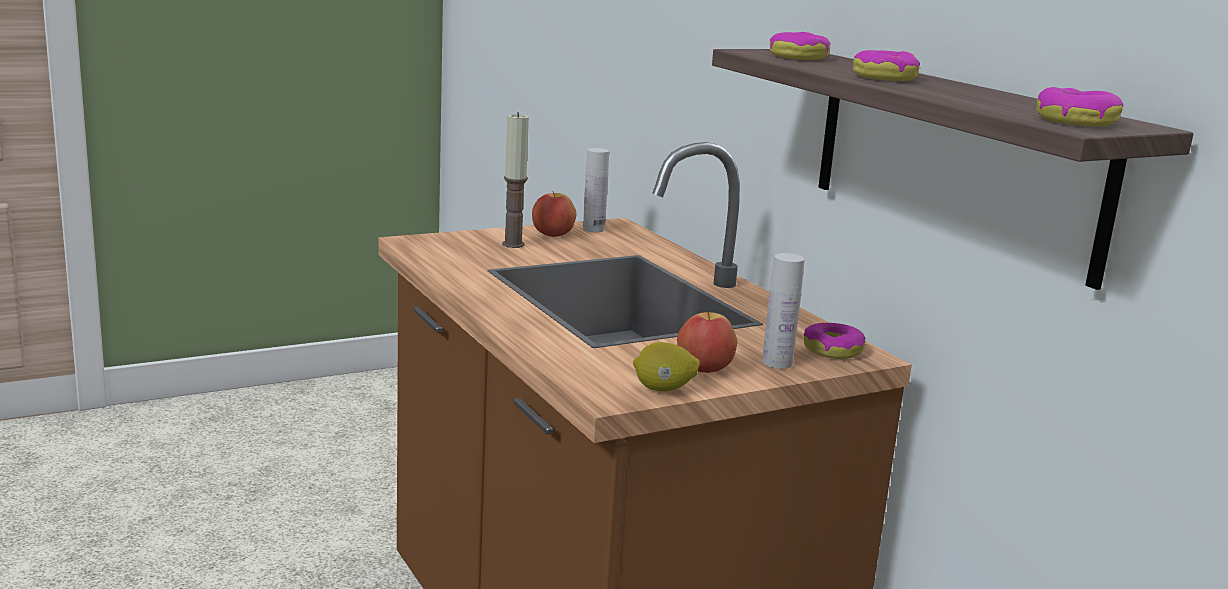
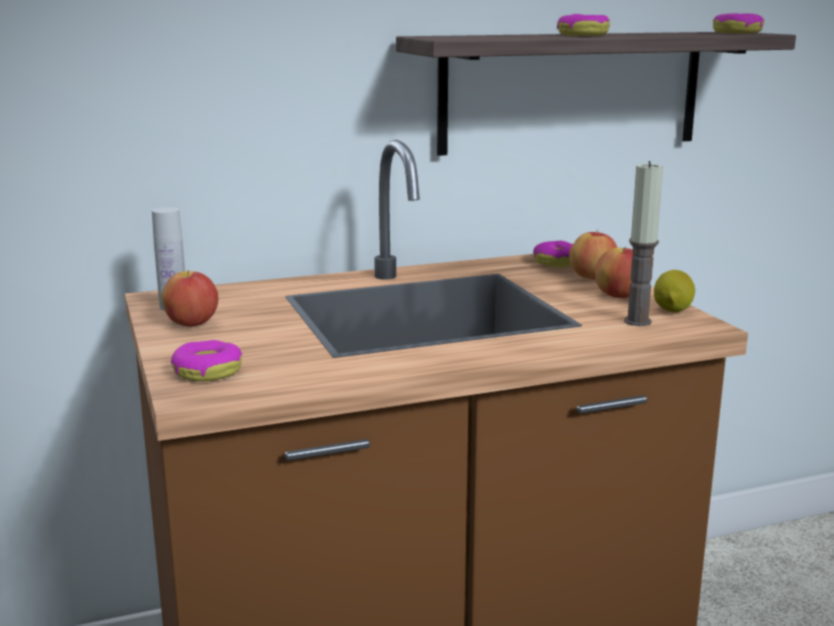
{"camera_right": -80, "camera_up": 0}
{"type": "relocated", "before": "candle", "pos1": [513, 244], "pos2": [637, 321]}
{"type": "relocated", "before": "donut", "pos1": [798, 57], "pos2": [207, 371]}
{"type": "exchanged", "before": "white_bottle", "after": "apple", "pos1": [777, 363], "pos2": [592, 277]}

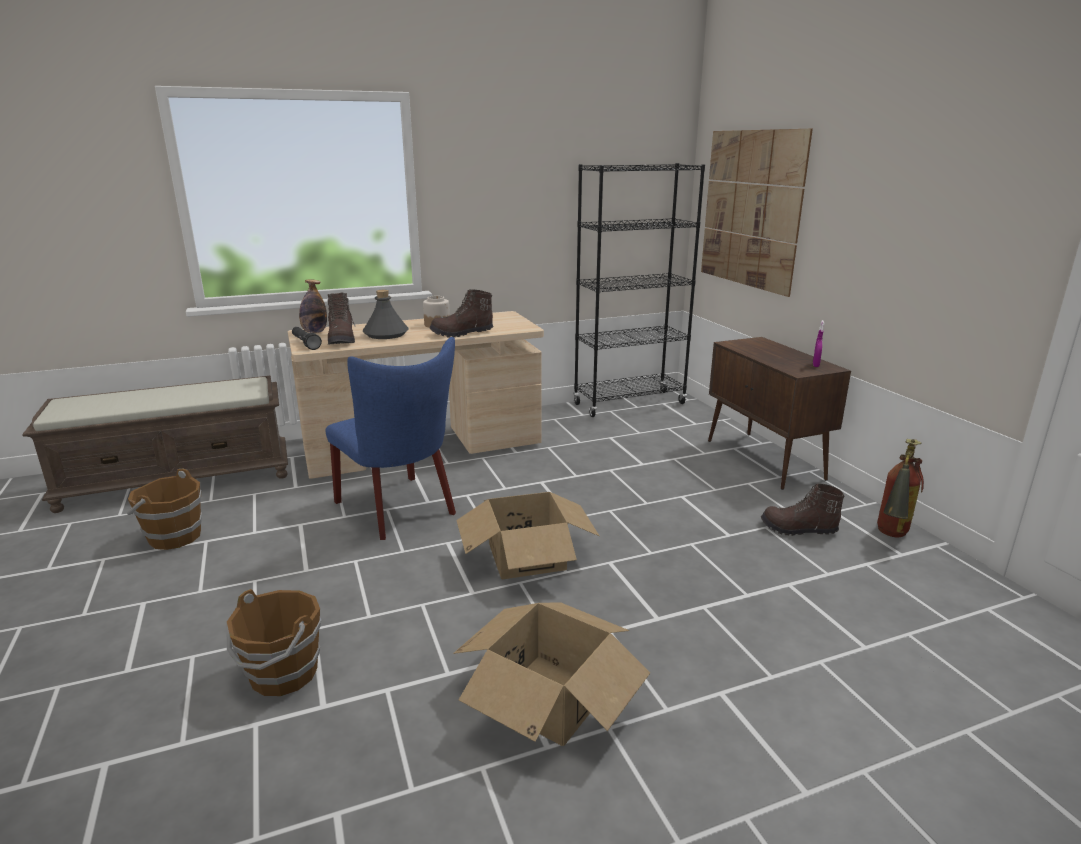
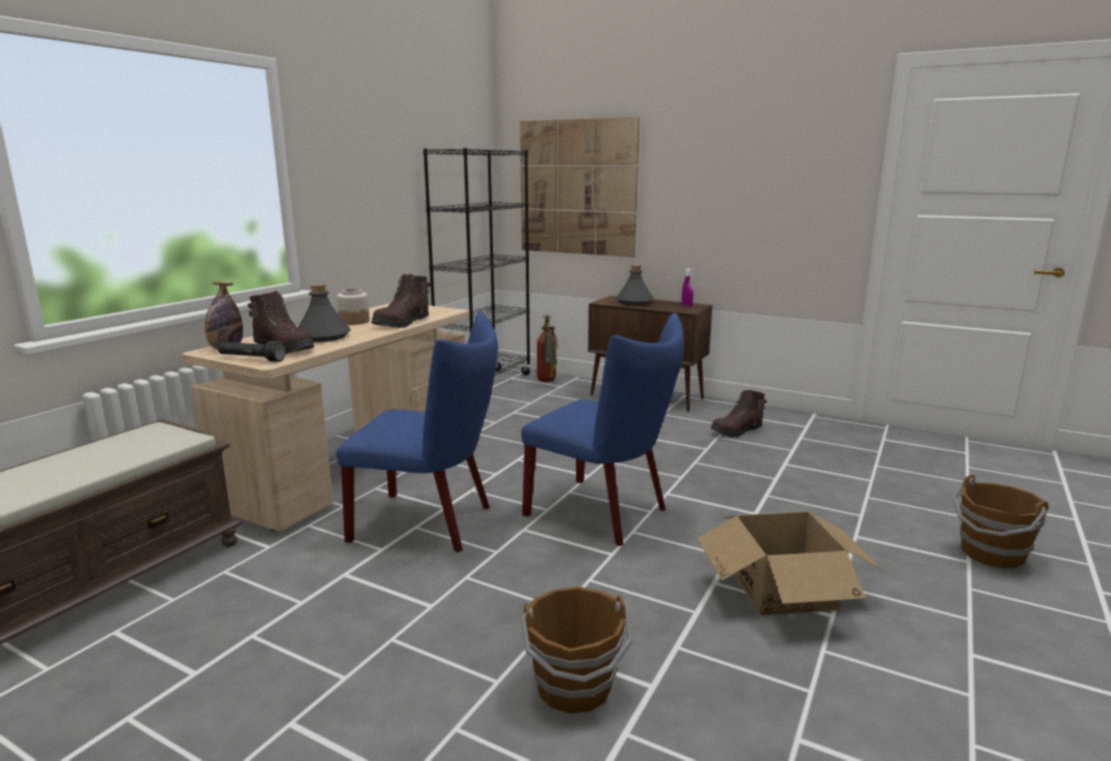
{"camera_right": -40, "camera_up": -5}
{"type": "appeared", "after": "grey_bottle", "pos2": [634, 302]}
{"type": "relocated", "before": "brown_bucket", "pos1": [173, 537], "pos2": [991, 554]}
{"type": "relocated", "before": "fire_extinguisher", "pos1": [890, 537], "pos2": [547, 382]}
{"type": "exchanged", "before": "cardboard_box", "after": "blue_chair", "pos1": [526, 556], "pos2": [604, 513]}

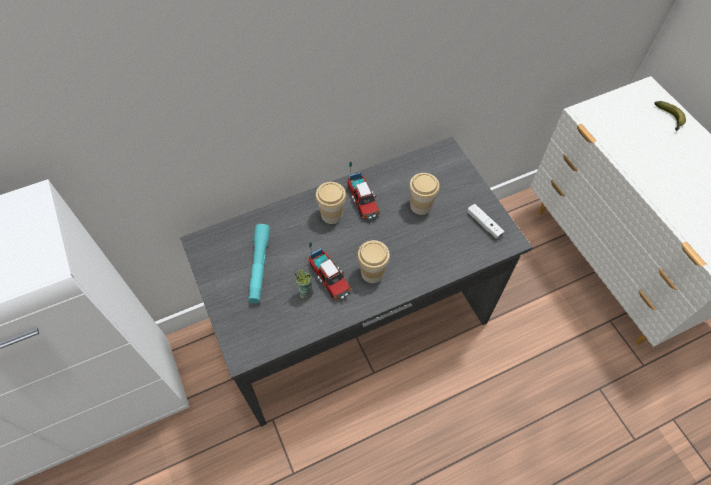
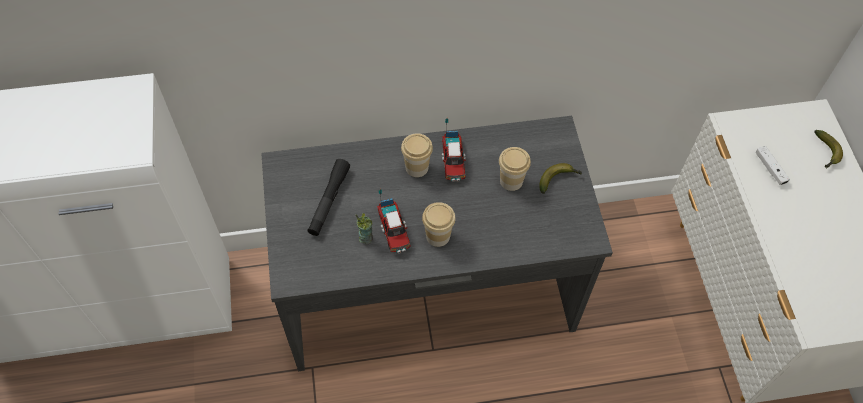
{"camera_right": 15, "camera_up": 0}
{"type": "appeared", "after": "banana", "pos2": [558, 179]}
{"type": "relocated", "before": "white_game_controller", "pos1": [484, 224], "pos2": [770, 168]}
{"type": "colour", "before": "turquoise_flashlight", "after": "black_flashlight", "pos1": [259, 266], "pos2": [329, 201]}

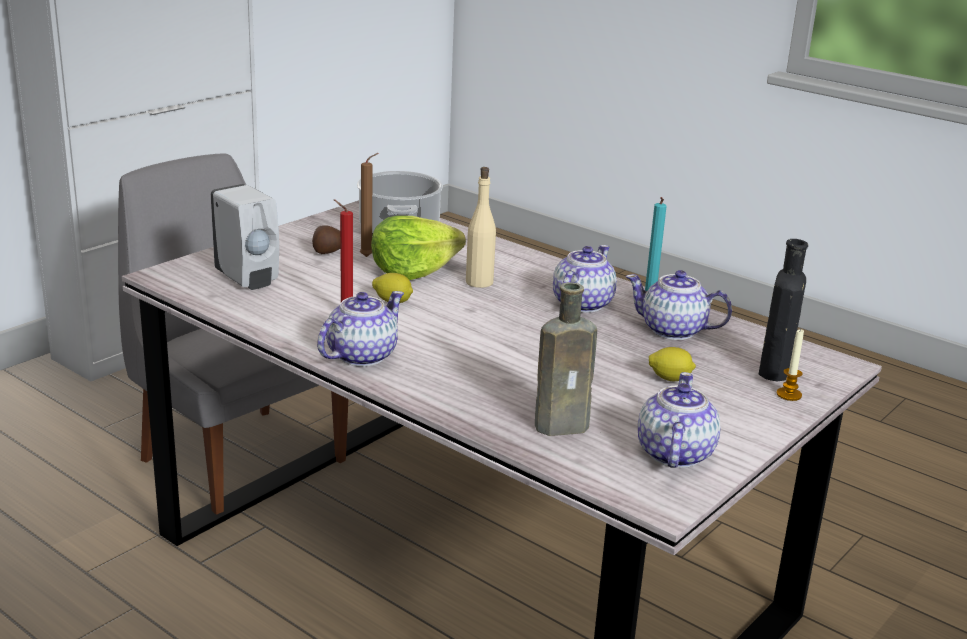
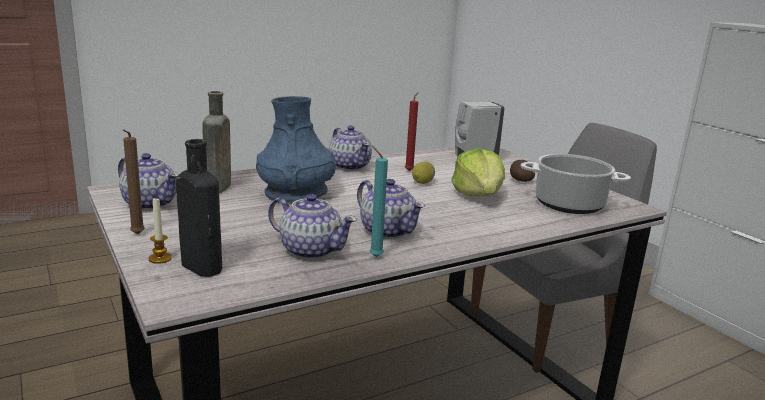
{"camera_right": 110, "camera_up": -5}
{"type": "missing", "before": "beige_bottle", "pos1": [479, 282]}
{"type": "missing", "before": "lemon", "pos1": [670, 379]}
{"type": "appeared", "after": "blue_vase", "pos2": [296, 193]}
{"type": "relocated", "before": "brown_candle", "pos1": [368, 256], "pos2": [136, 235]}
{"type": "spun", "before": "teapot", "pos1": [674, 331], "pos2": [310, 250], "turn": 75}

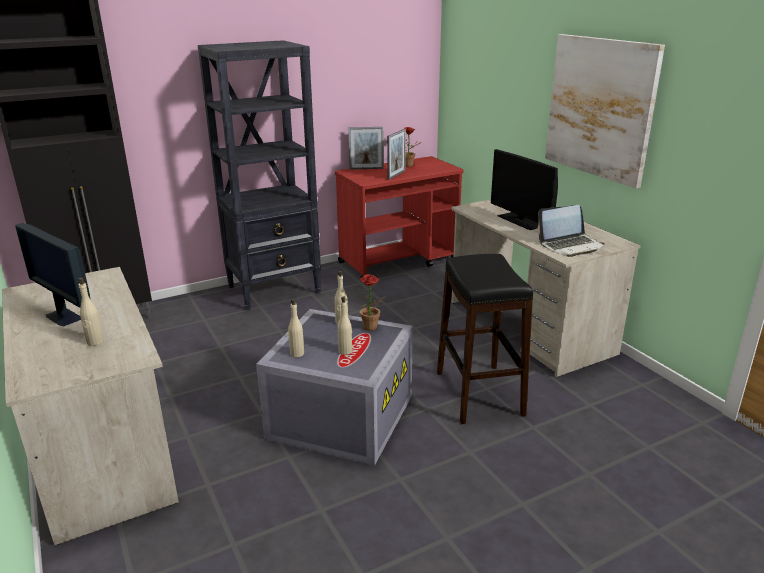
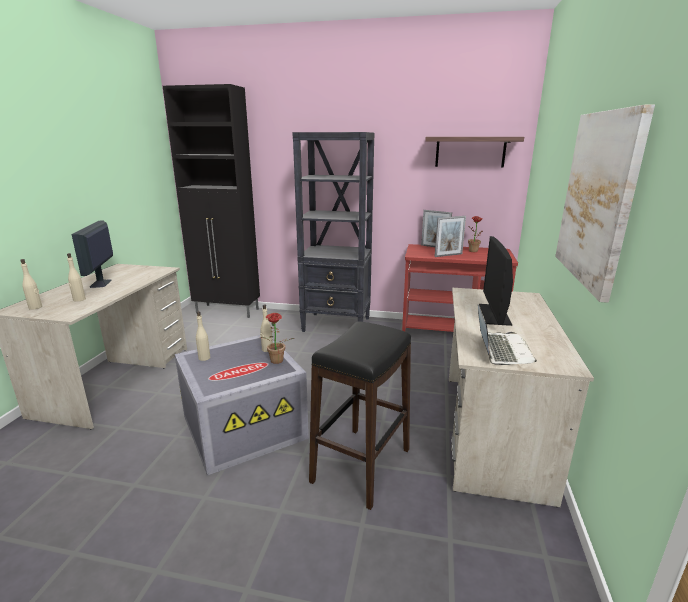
{"camera_right": 40, "camera_up": -5}
{"type": "appeared", "after": "shelf", "pos2": [470, 152]}
{"type": "relocated", "before": "beige_bottle", "pos1": [345, 351], "pos2": [35, 307]}
{"type": "spun", "before": "laptop", "pos1": [570, 246], "pos2": [501, 350], "turn": -105}

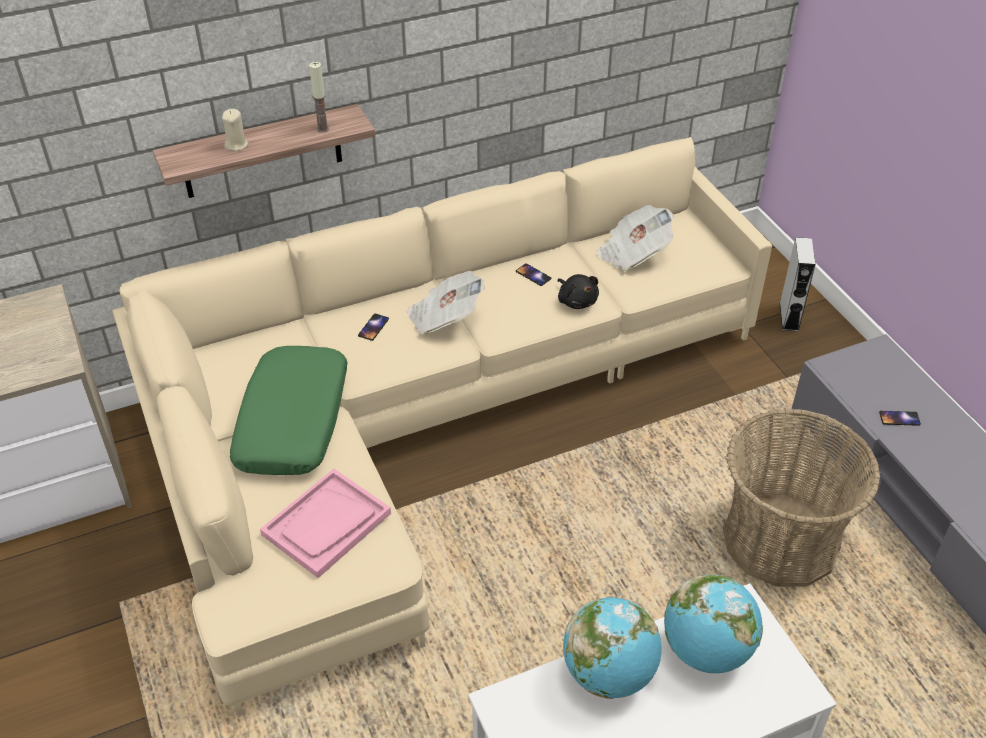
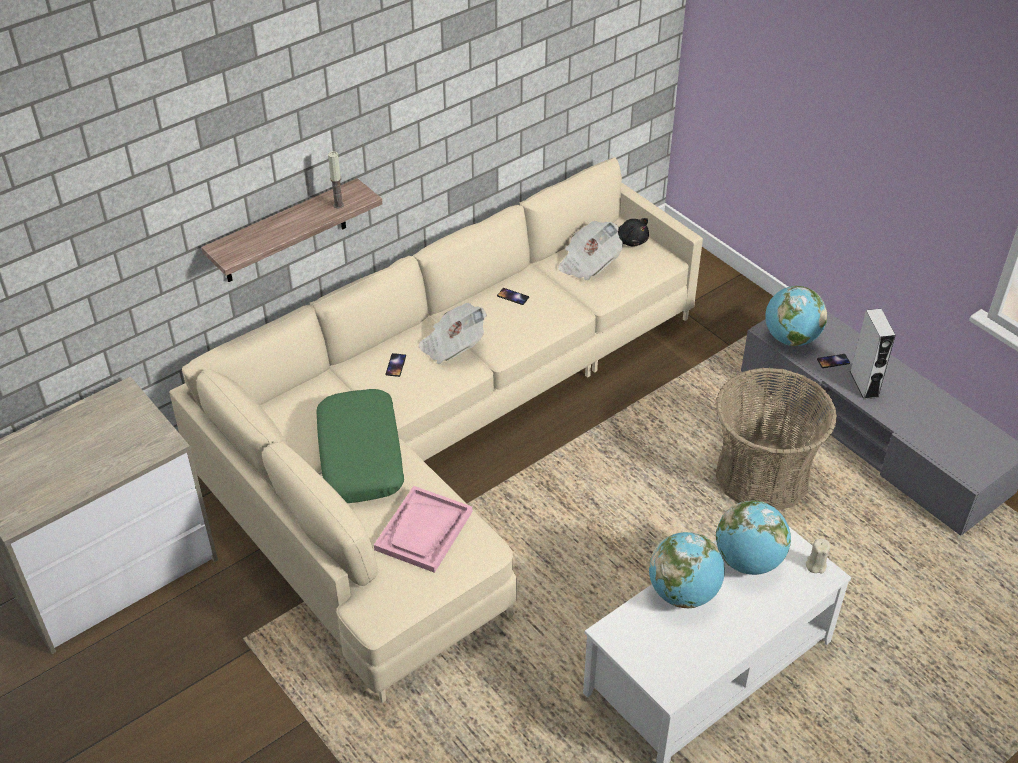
{"camera_right": -15, "camera_up": 0}
{"type": "appeared", "after": "globe", "pos2": [790, 338]}
{"type": "relocated", "before": "beige_candle", "pos1": [236, 145], "pos2": [815, 565]}
{"type": "relocated", "before": "black_plush_toy", "pos1": [576, 301], "pos2": [631, 240]}
{"type": "relocated", "before": "grey_speaker", "pos1": [789, 316], "pos2": [864, 384]}

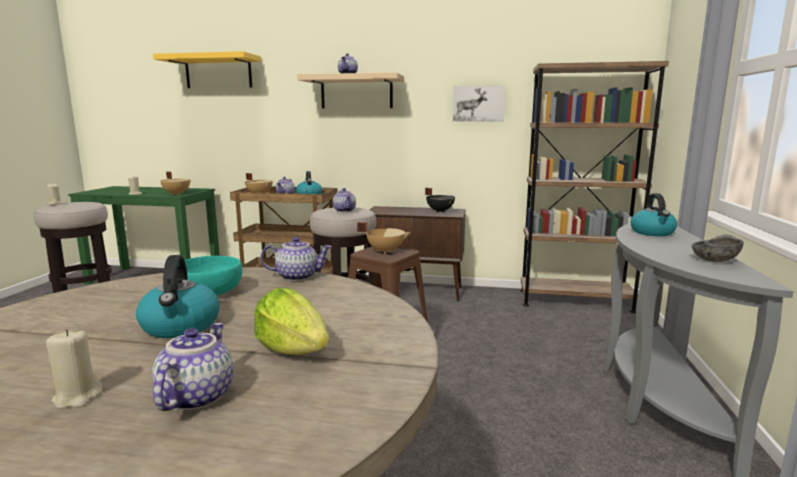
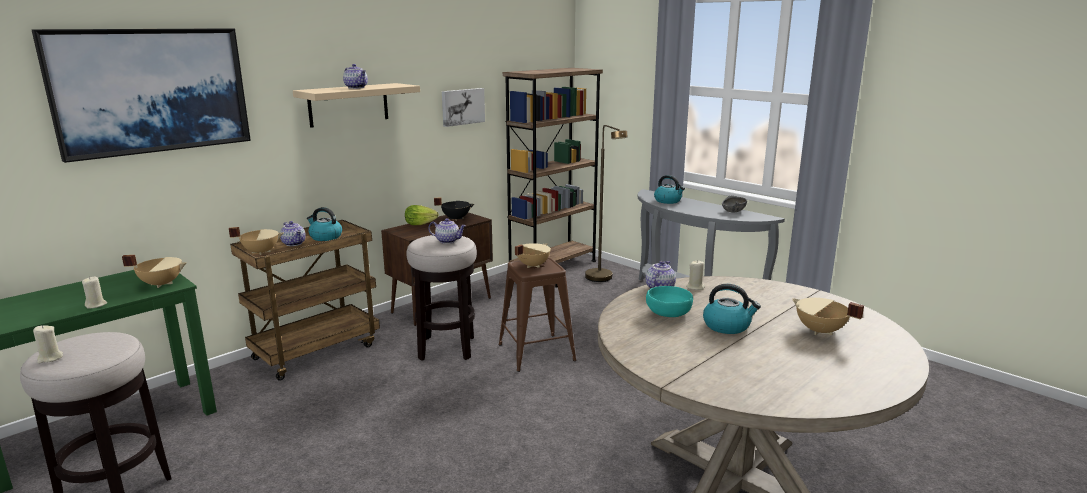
{"camera_right": -55, "camera_up": 5}
{"type": "appeared", "after": "brown_floor_lamp", "pos2": [602, 279]}
{"type": "relocated", "before": "beige_candle", "pos1": [78, 397], "pos2": [695, 287]}
{"type": "relocated", "before": "lettuce", "pos1": [293, 350], "pos2": [420, 224]}
{"type": "exchanged", "before": "teapot", "after": "beige_cooking_pot", "pos1": [195, 396], "pos2": [819, 331]}
{"type": "exchanged", "before": "yellow_shelf", "after": "picture", "pos1": [218, 72], "pos2": [151, 90]}

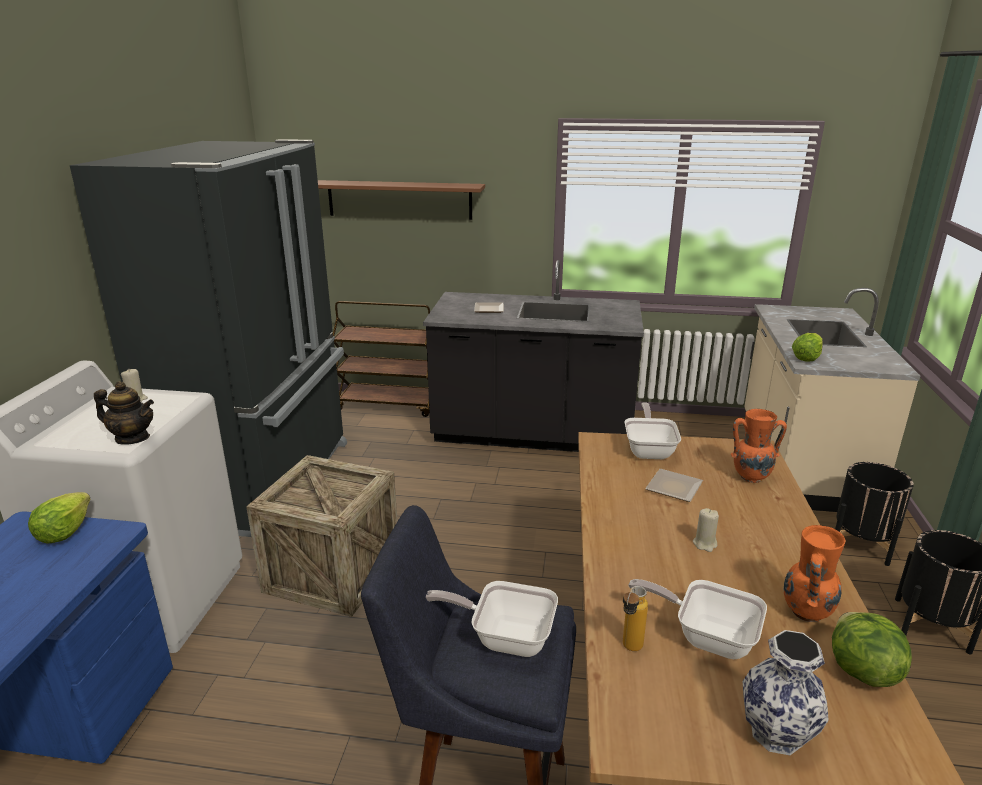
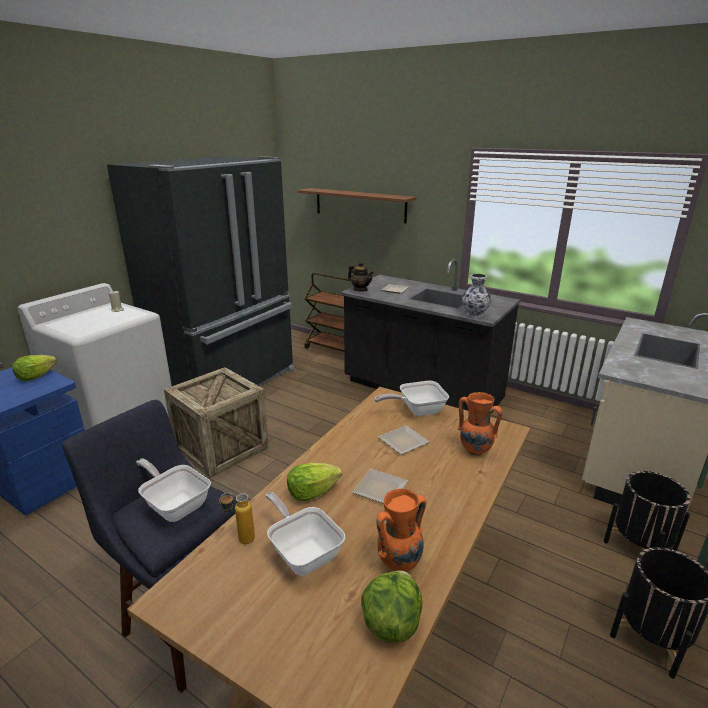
{"camera_right": 25, "camera_up": 0}
{"type": "relocated", "before": "teapot", "pos1": [132, 438], "pos2": [360, 289]}
{"type": "relocated", "before": "vase", "pos1": [777, 734], "pos2": [474, 314]}
{"type": "relocated", "before": "lettuce", "pos1": [806, 358], "pos2": [312, 492]}
{"type": "exchanged", "before": "beige_candle", "after": "plate", "pos1": [705, 544], "pos2": [379, 488]}
{"type": "spun", "before": "frying_pan", "pos1": [649, 449], "pos2": [417, 410], "turn": -135}

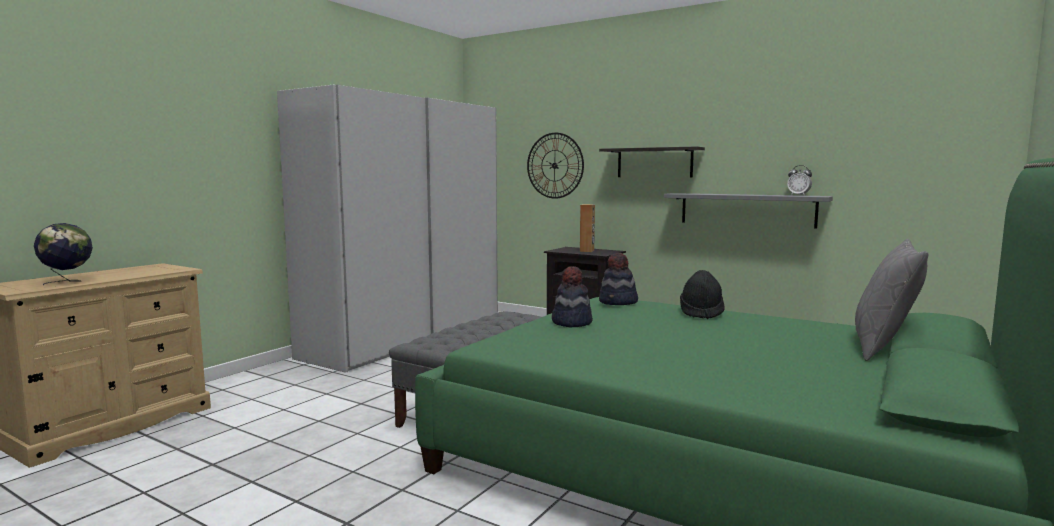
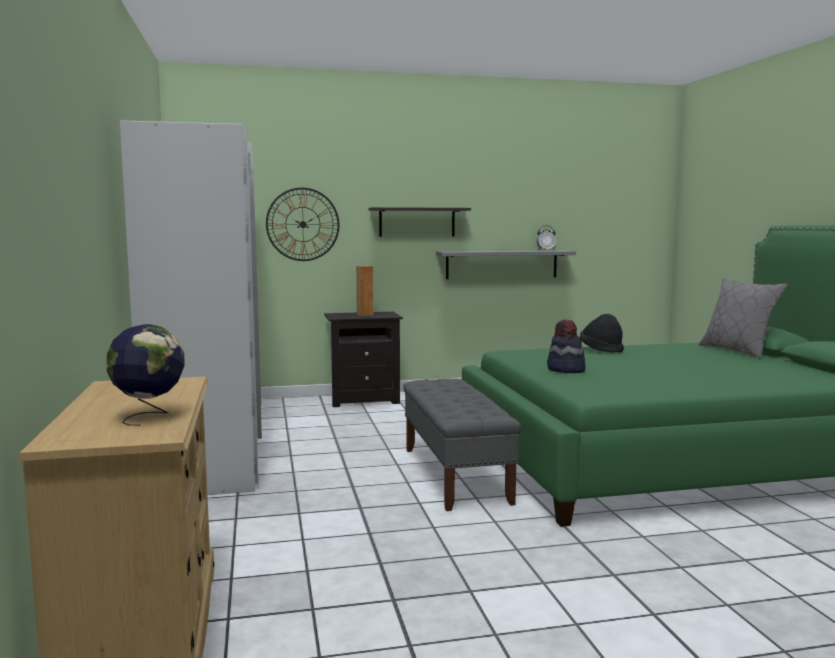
{"camera_right": -45, "camera_up": 0}
{"type": "missing", "before": "hat", "pos1": [618, 302]}

